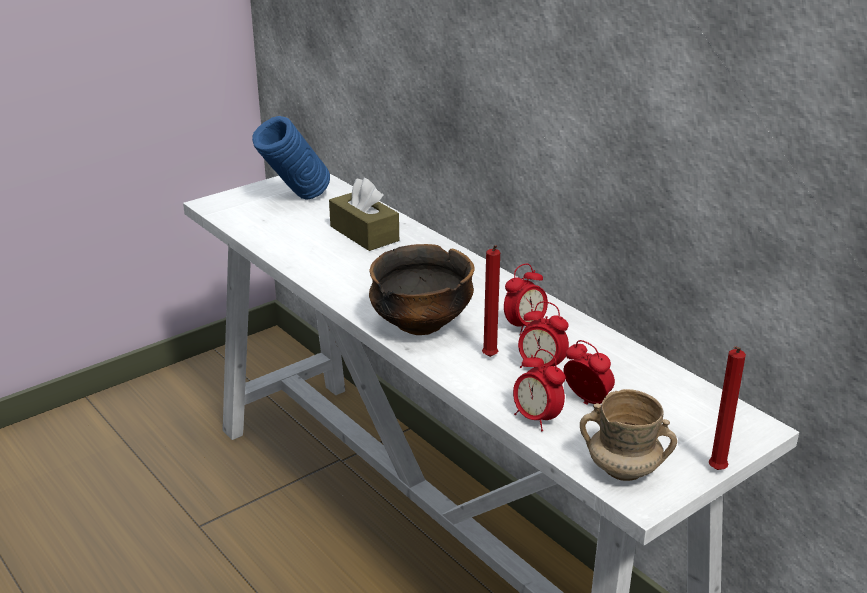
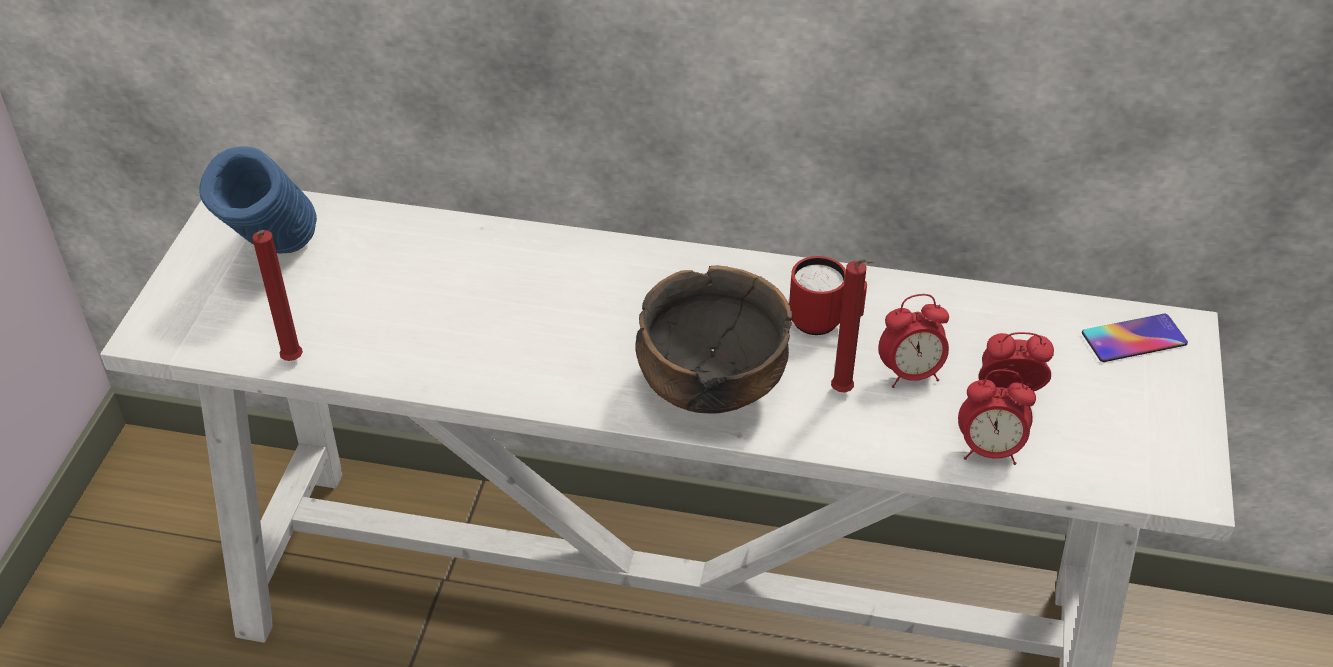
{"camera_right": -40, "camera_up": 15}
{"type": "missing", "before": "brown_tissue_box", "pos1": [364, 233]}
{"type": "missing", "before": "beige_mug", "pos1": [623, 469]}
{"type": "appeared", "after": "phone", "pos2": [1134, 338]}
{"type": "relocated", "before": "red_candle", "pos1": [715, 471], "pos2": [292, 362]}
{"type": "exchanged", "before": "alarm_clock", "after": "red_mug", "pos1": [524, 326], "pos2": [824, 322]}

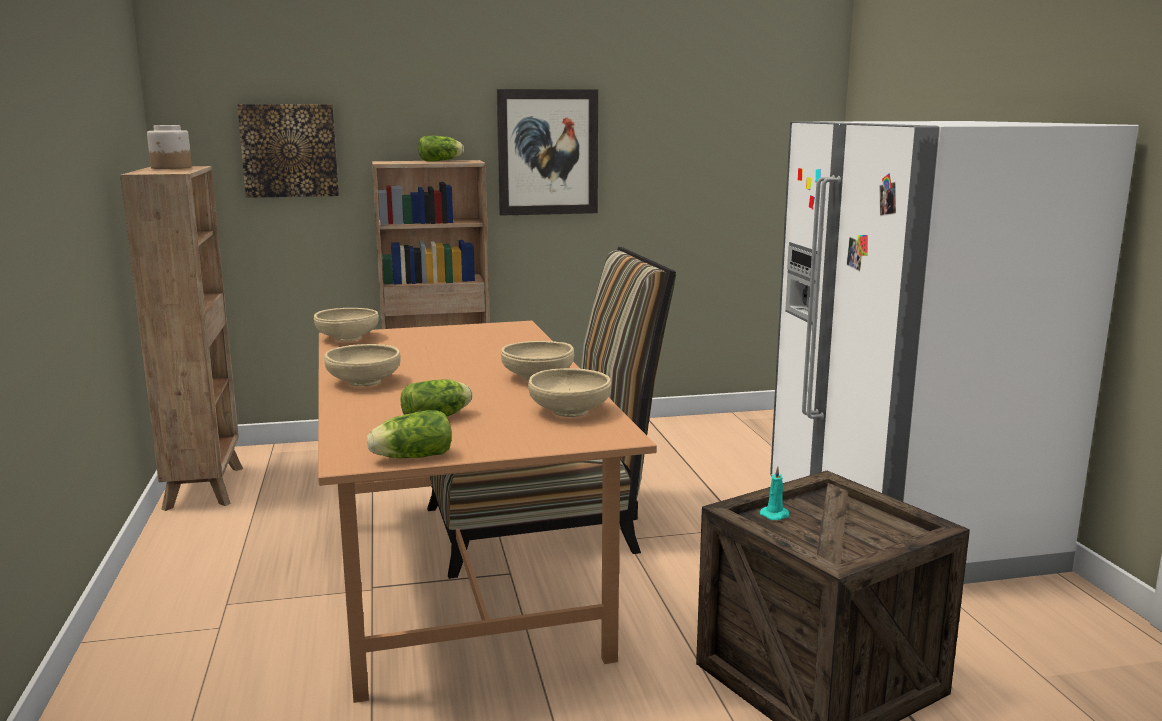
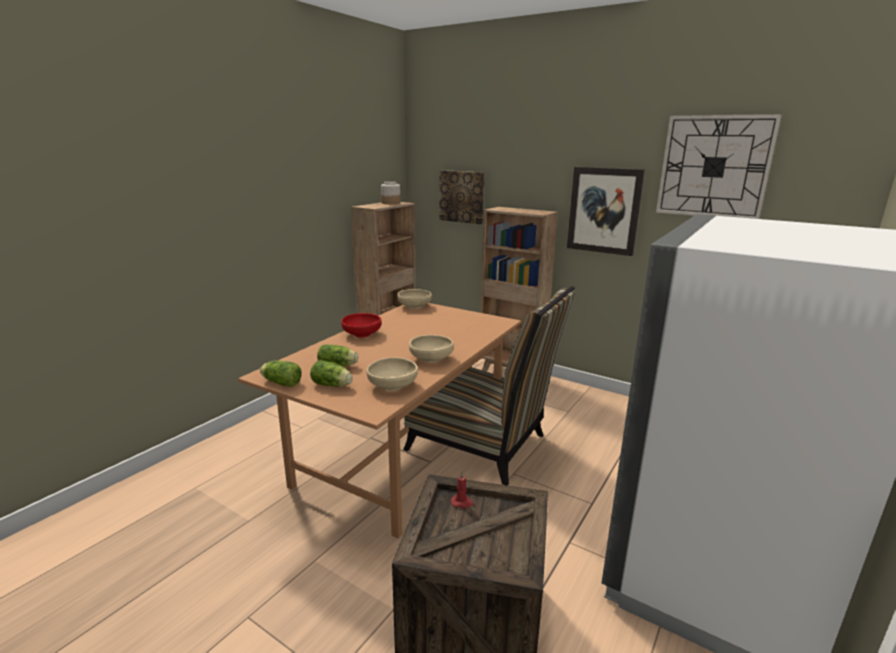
{"camera_right": 45, "camera_up": 5}
{"type": "appeared", "after": "wall_clock", "pos2": [714, 167]}
{"type": "relocated", "before": "lettuce", "pos1": [442, 161], "pos2": [333, 385]}
{"type": "colour", "before": "beige_bowl", "after": "red_bowl", "pos1": [364, 382], "pos2": [362, 334]}
{"type": "colour", "before": "turquoise_candle", "after": "red_candle", "pos1": [775, 515], "pos2": [462, 502]}

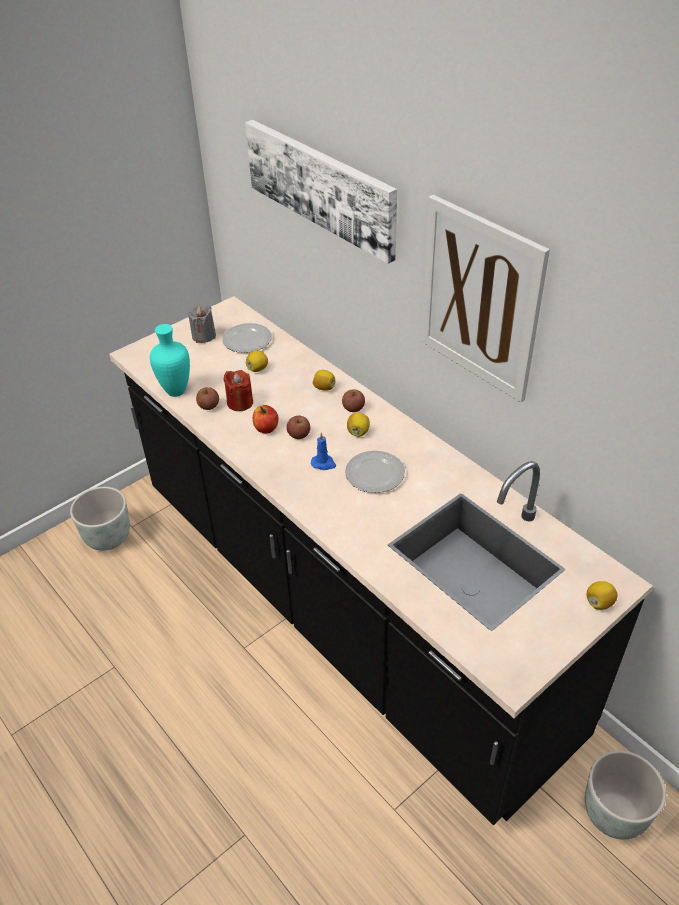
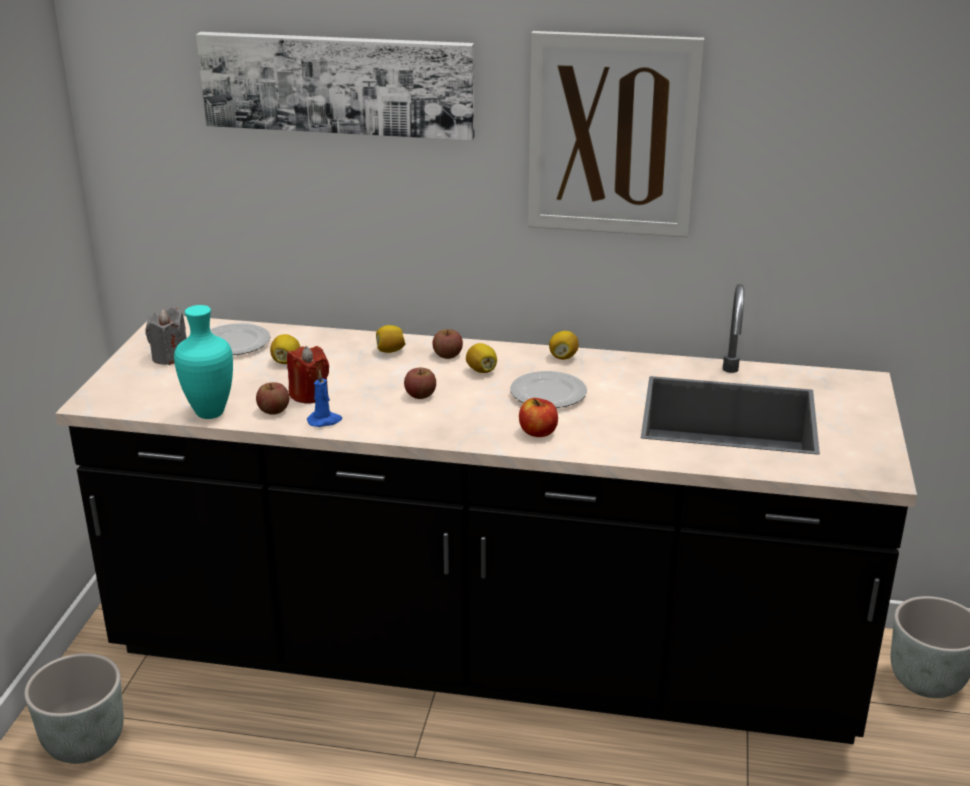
{"camera_right": -40, "camera_up": -15}
{"type": "relocated", "before": "apple", "pos1": [266, 428], "pos2": [538, 432]}
{"type": "relocated", "before": "blue_candle", "pos1": [324, 463], "pos2": [324, 421]}
{"type": "relocated", "before": "lemon", "pos1": [599, 603], "pos2": [563, 357]}

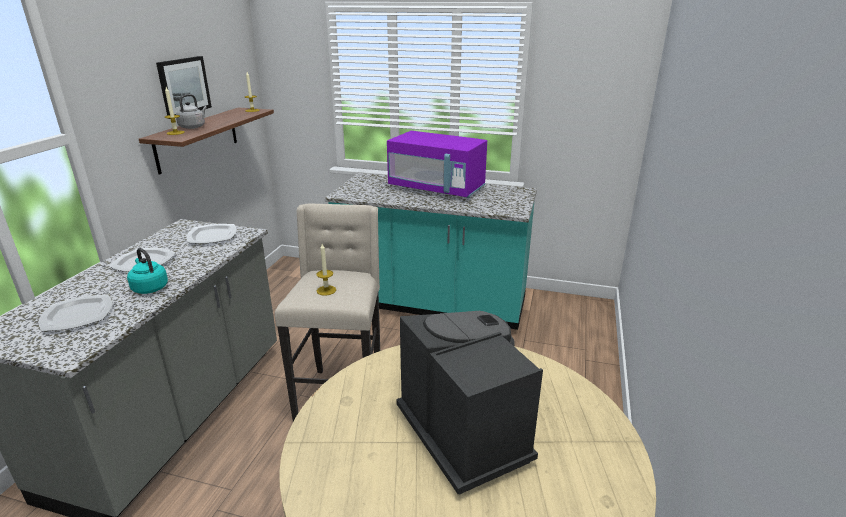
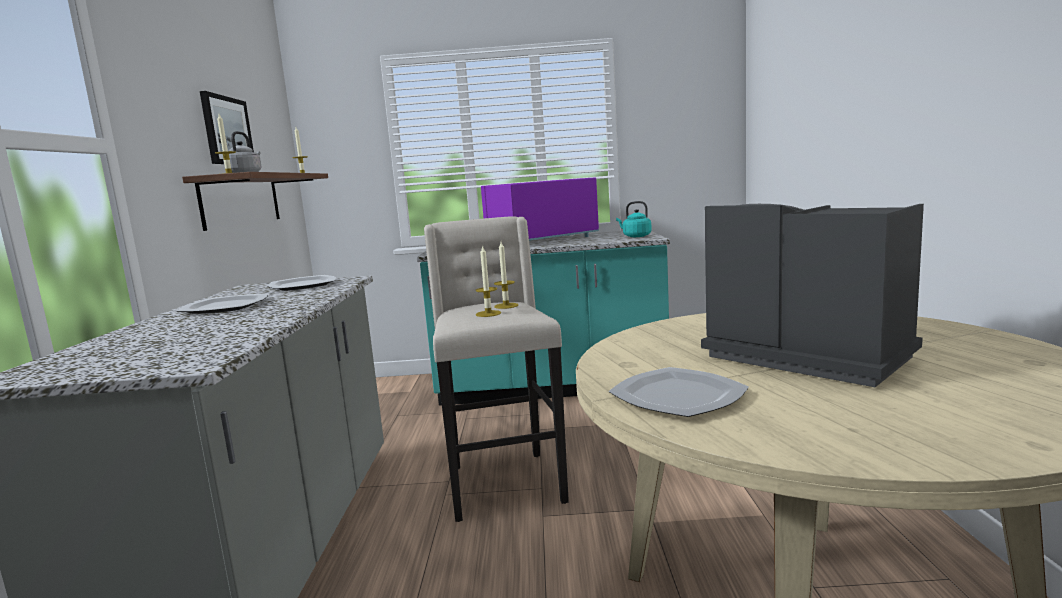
{"camera_right": -15, "camera_up": -15}
{"type": "appeared", "after": "candle", "pos2": [506, 306]}
{"type": "relocated", "before": "plate", "pos1": [77, 315], "pos2": [678, 397]}
{"type": "relocated", "before": "turquoise_kettle", "pos1": [149, 287], "pos2": [635, 236]}
{"type": "spun", "before": "purple_microwave", "pos1": [436, 189], "pos2": [542, 240], "turn": 135}

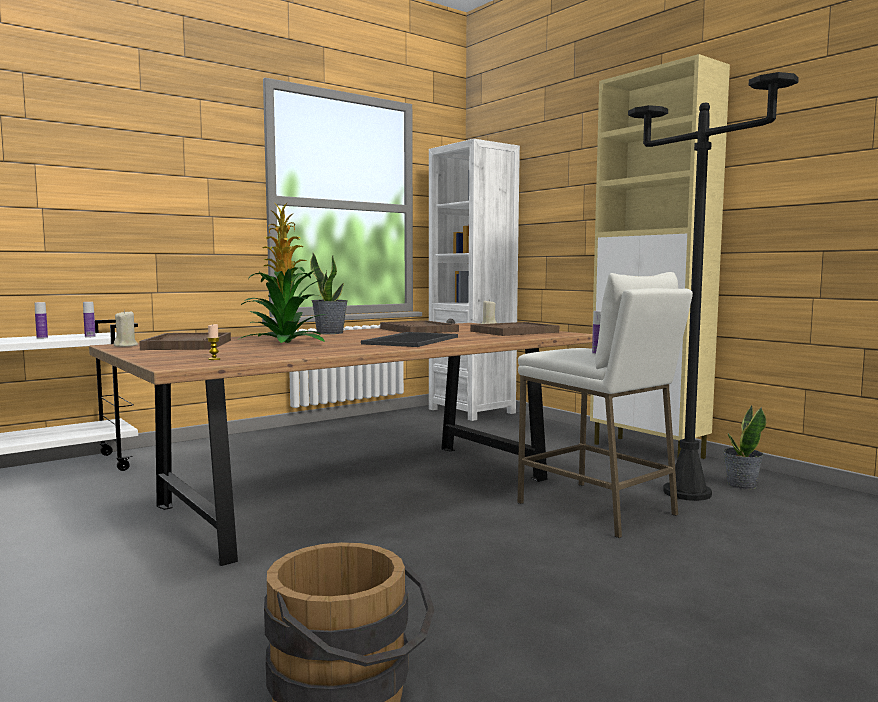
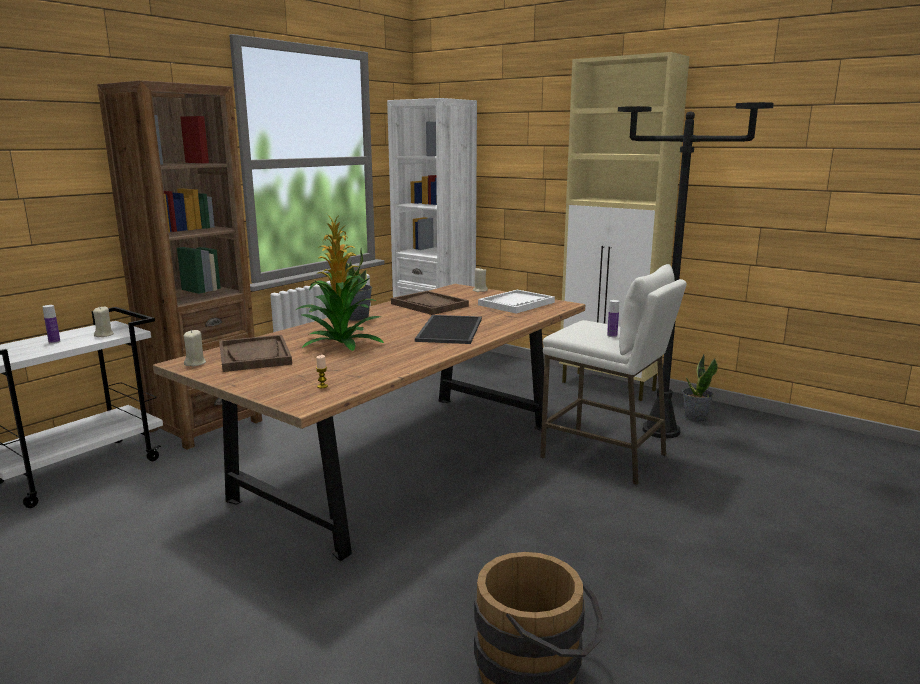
{"camera_right": -15, "camera_up": 10}
{"type": "appeared", "after": "brown_bookcase", "pos2": [205, 425]}
{"type": "exchanged", "before": "bottle", "after": "beige_candle", "pos1": [90, 336], "pos2": [104, 335]}
{"type": "colour", "before": "brown_tray", "after": "white_tray", "pos1": [514, 332], "pos2": [516, 304]}

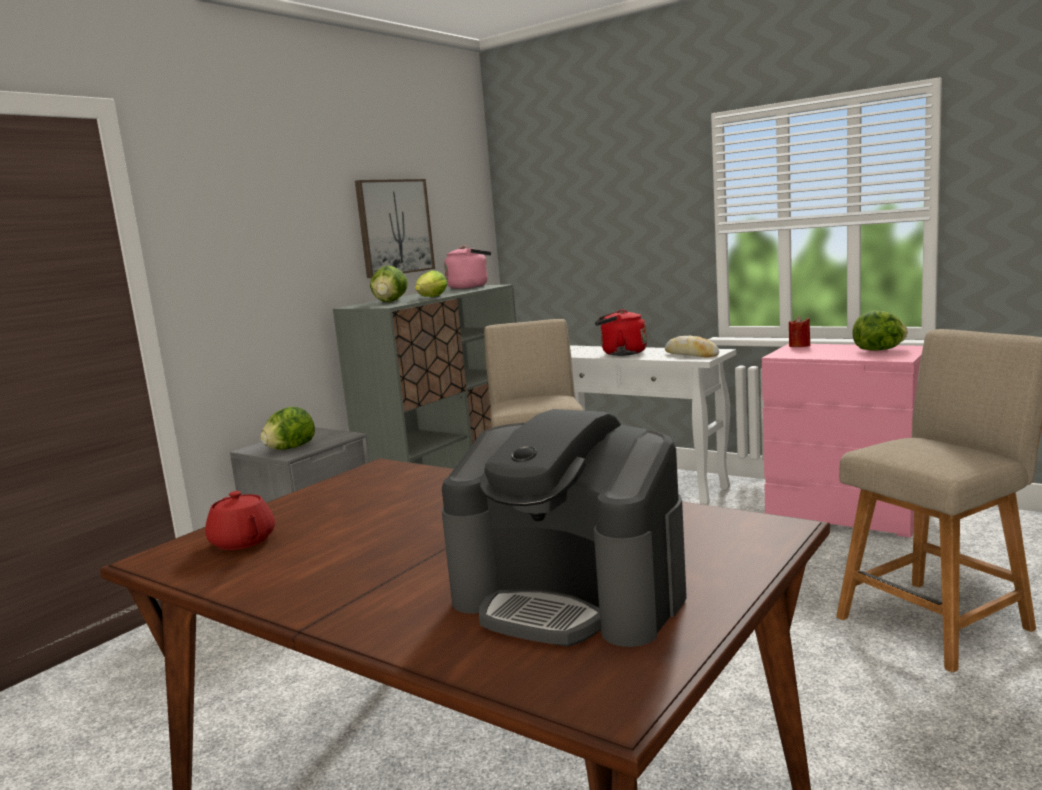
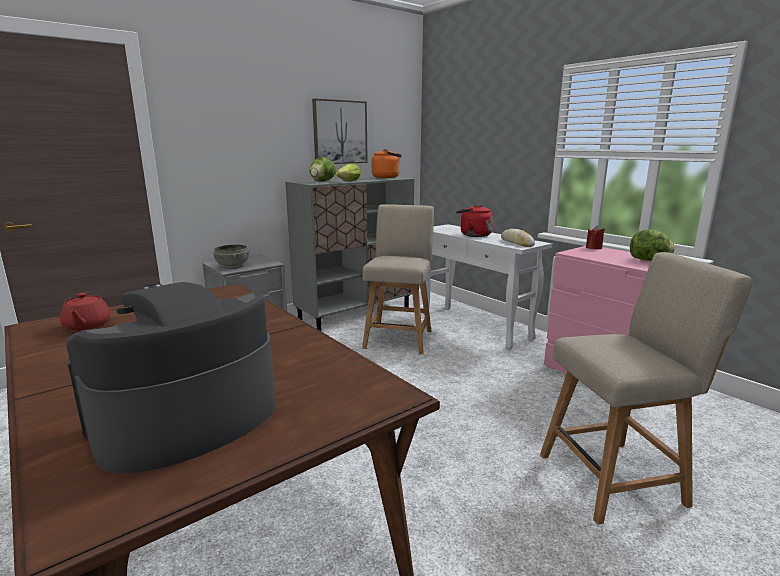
{"camera_right": 15, "camera_up": 5}
{"type": "exchanged", "before": "lettuce", "after": "grey_bowl", "pos1": [290, 448], "pos2": [233, 266]}
{"type": "colour", "before": "pink_kettle", "after": "orange_kettle", "pos1": [470, 287], "pos2": [387, 177]}
{"type": "spun", "before": "coffee_machine", "pos1": [570, 597], "pos2": [185, 418], "turn": 90}

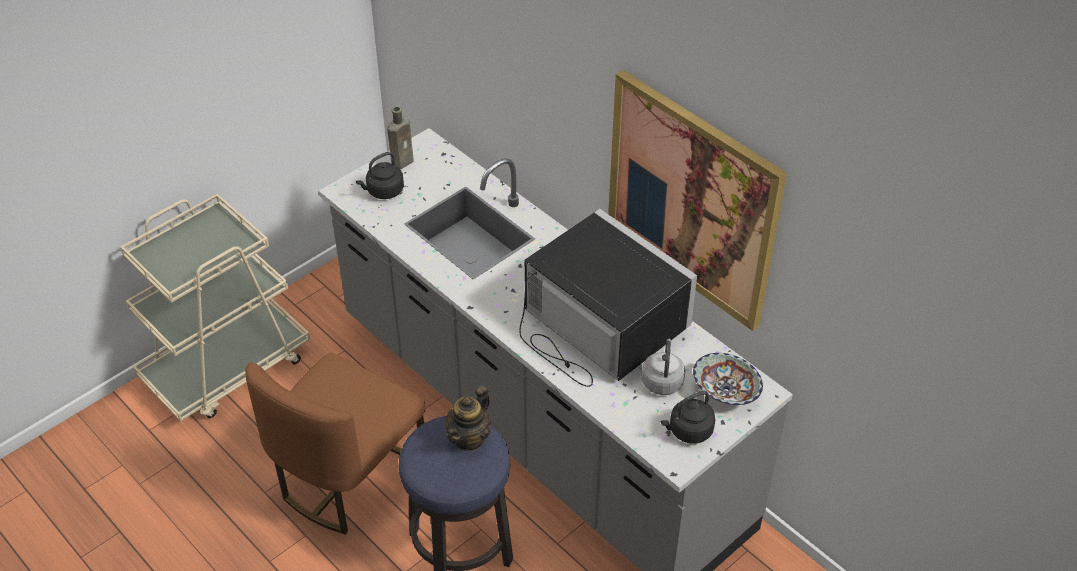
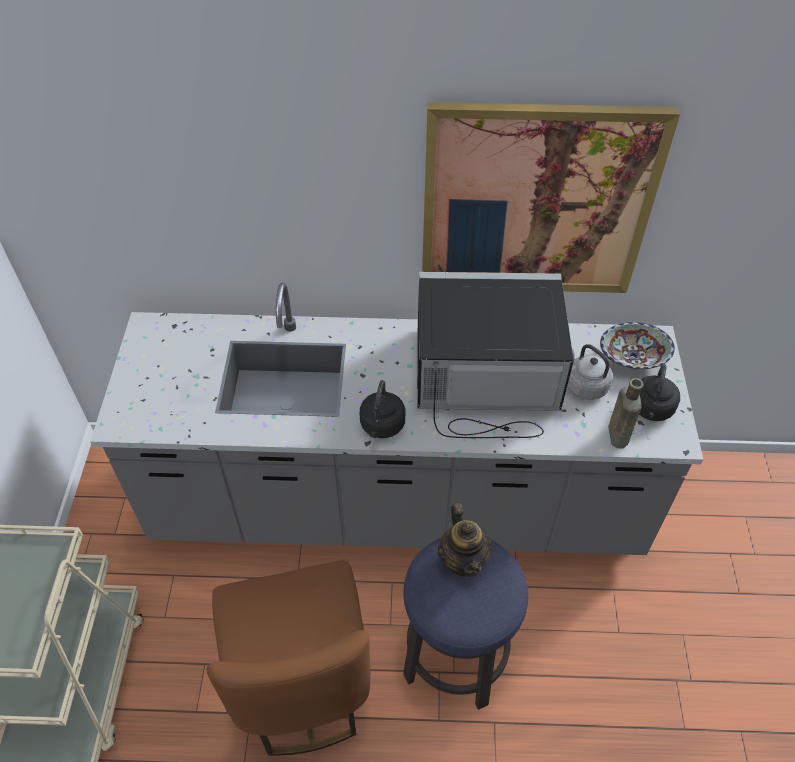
{"camera_right": -45, "camera_up": 5}
{"type": "relocated", "before": "black_kettle", "pos1": [383, 191], "pos2": [382, 426]}
{"type": "relocated", "before": "brown_bottle", "pos1": [403, 161], "pos2": [617, 434]}

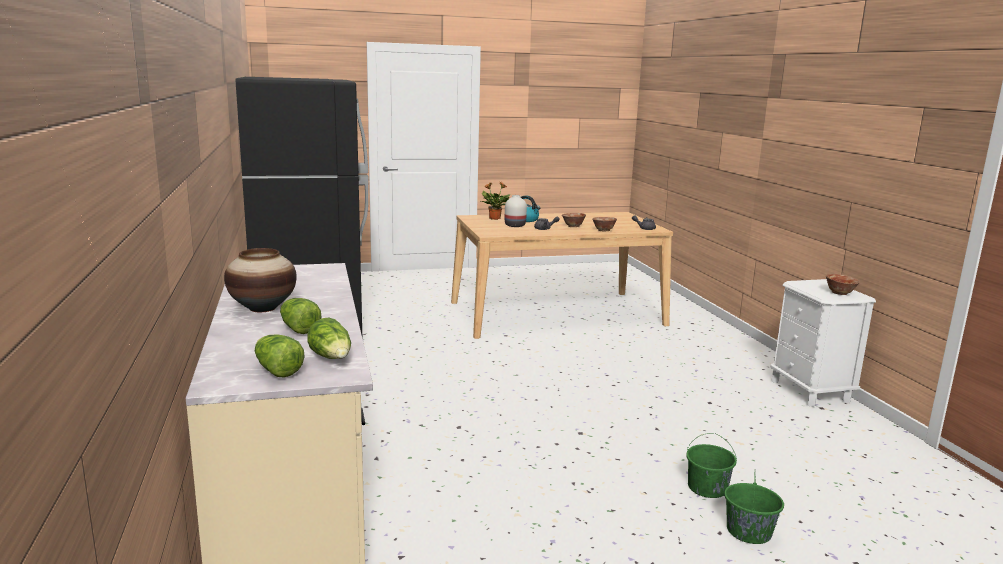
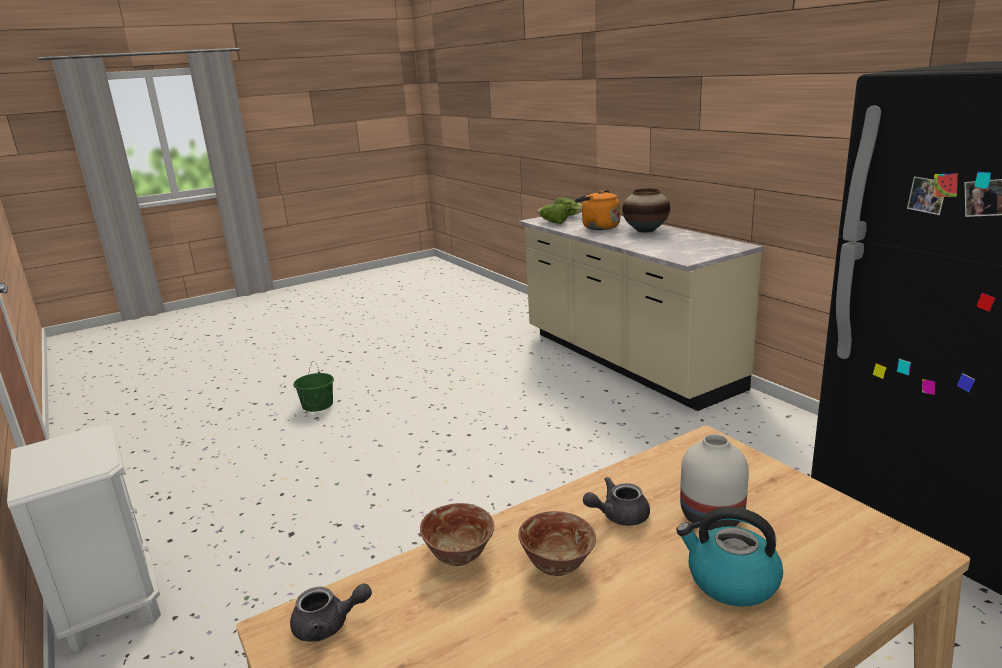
{"camera_right": 165, "camera_up": 5}
{"type": "missing", "before": "potted_plant", "pos1": [494, 218]}
{"type": "missing", "before": "green_bucket", "pos1": [708, 488]}
{"type": "missing", "before": "bowl", "pos1": [840, 293]}
{"type": "exchanged", "before": "lettuce", "after": "orange_kettle", "pos1": [298, 328], "pos2": [598, 227]}

